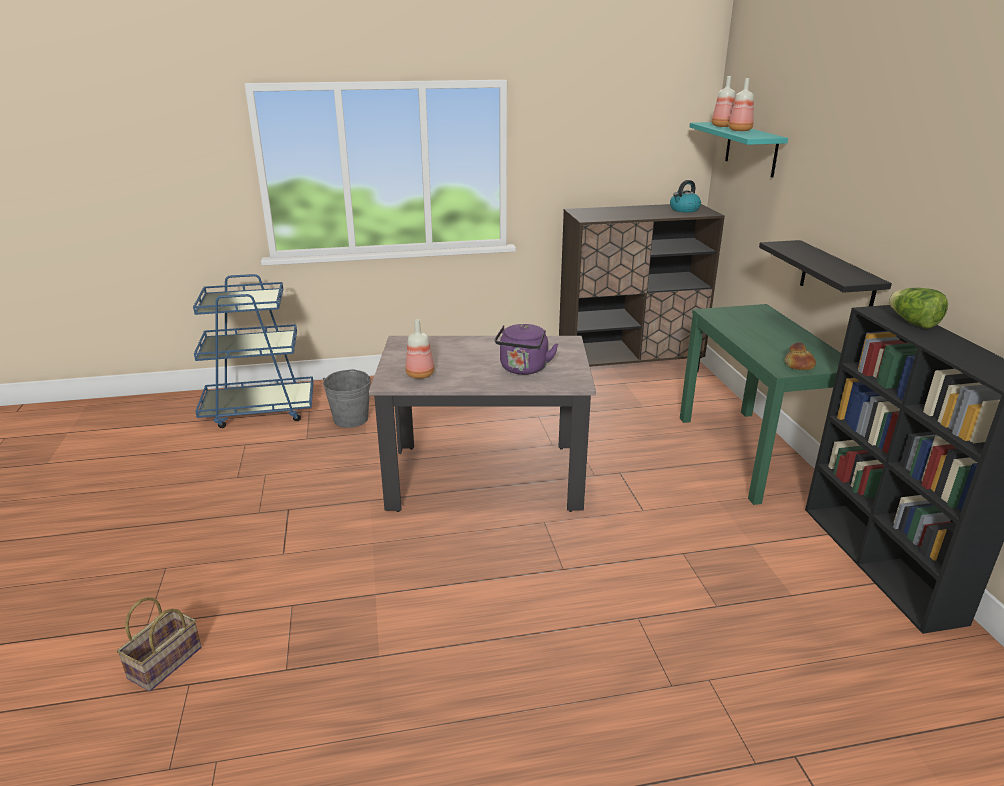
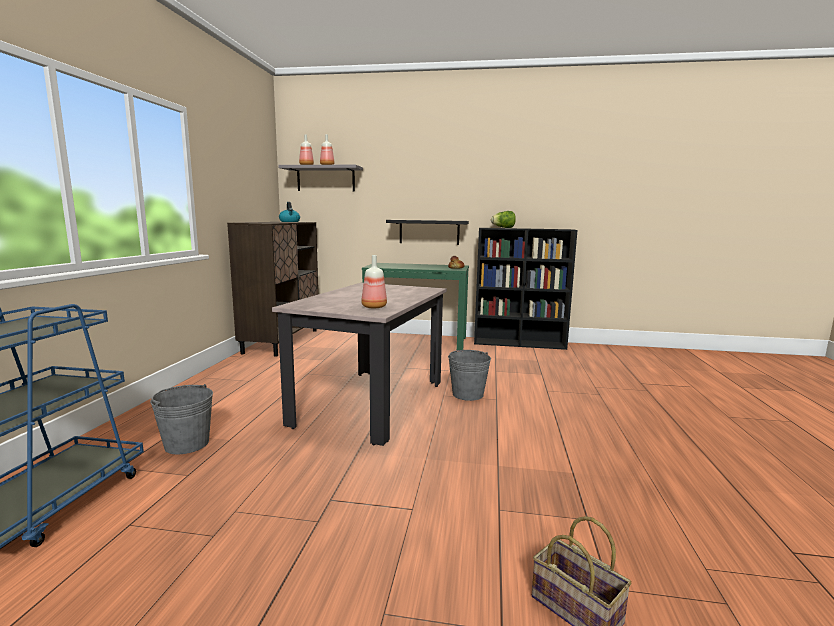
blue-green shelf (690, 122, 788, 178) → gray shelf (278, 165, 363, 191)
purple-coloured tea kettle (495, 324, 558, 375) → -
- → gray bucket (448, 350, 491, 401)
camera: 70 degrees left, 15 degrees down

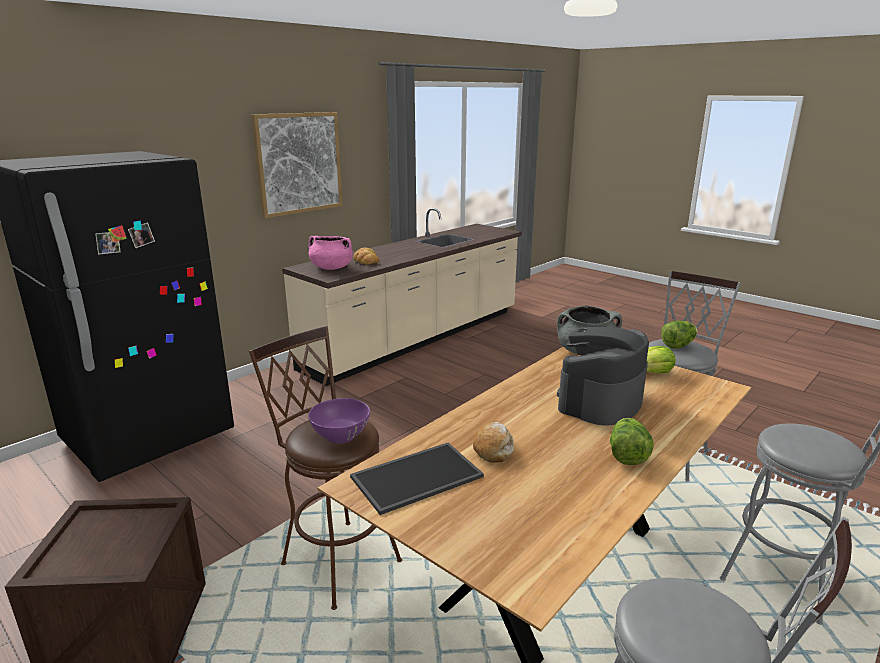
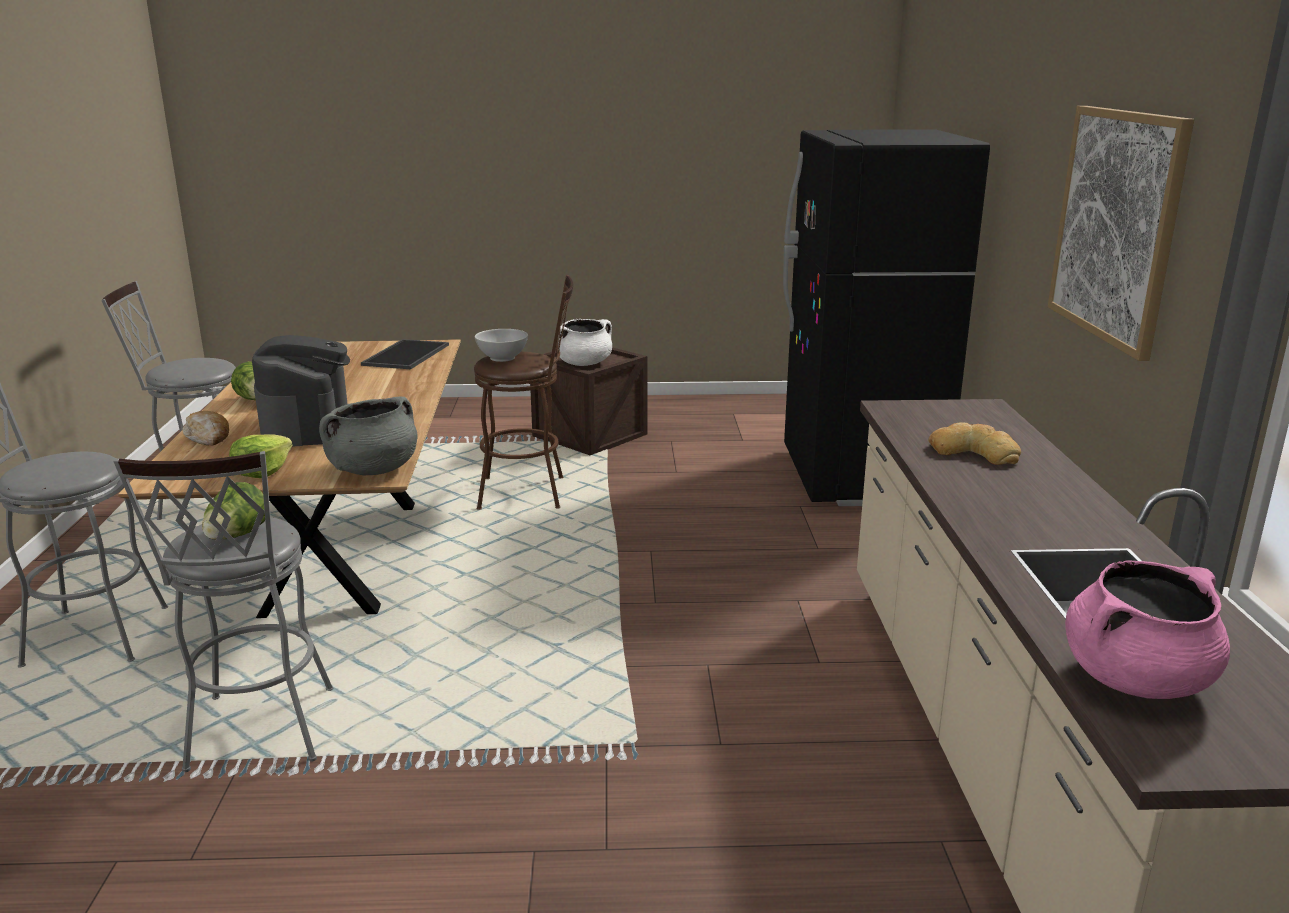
pinkish cooking pot (309, 236, 353, 270) → pinkish cooking pot (1065, 561, 1230, 699), move
purple-coloured serving bowl (308, 398, 370, 444) → white-coloured serving bowl (475, 329, 528, 362)
bakery bread (473, 422, 514, 462) → bakery bread (182, 411, 229, 445), move
- → white-coloured cooking pot (558, 319, 612, 366)
camera: 135 degrees right, 0 degrees up

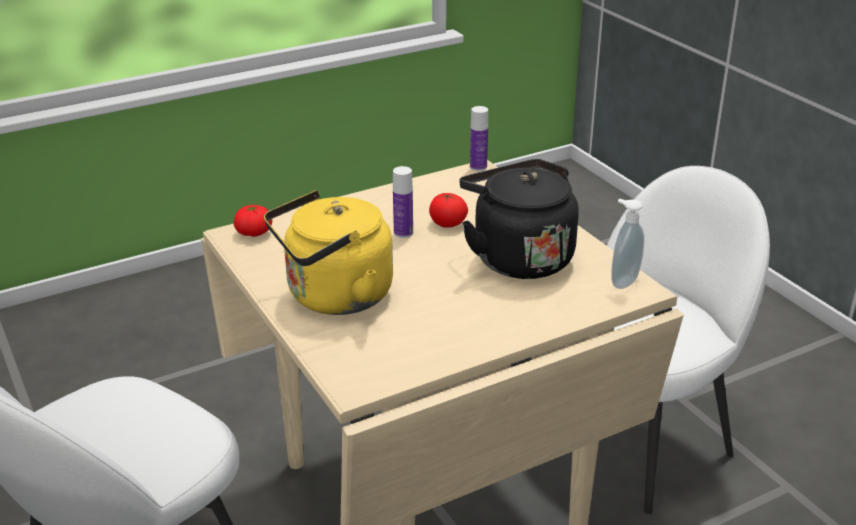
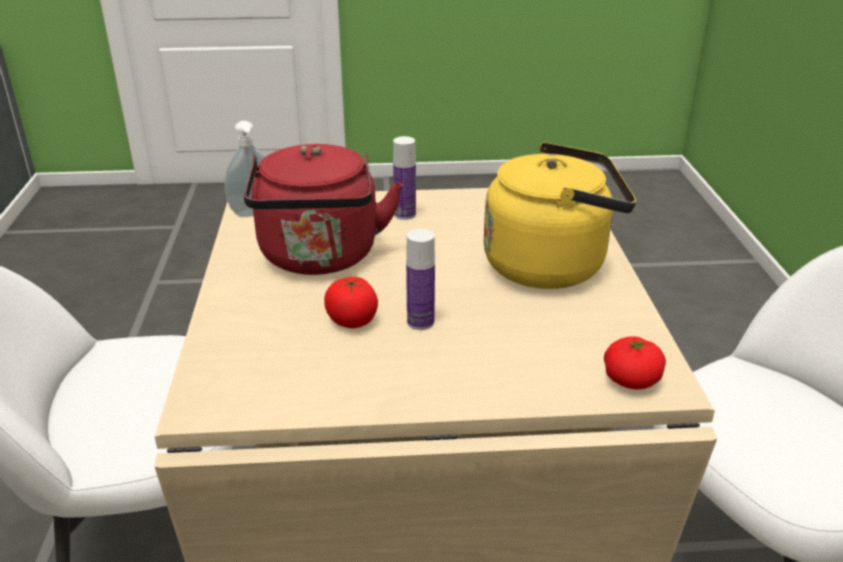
beverage bottle (470, 106, 488, 171) → beverage bottle (393, 136, 416, 220), move
black tea kettle (459, 159, 579, 279) → red tea kettle (244, 144, 403, 275)
camera: 155 degrees left, 0 degrees up

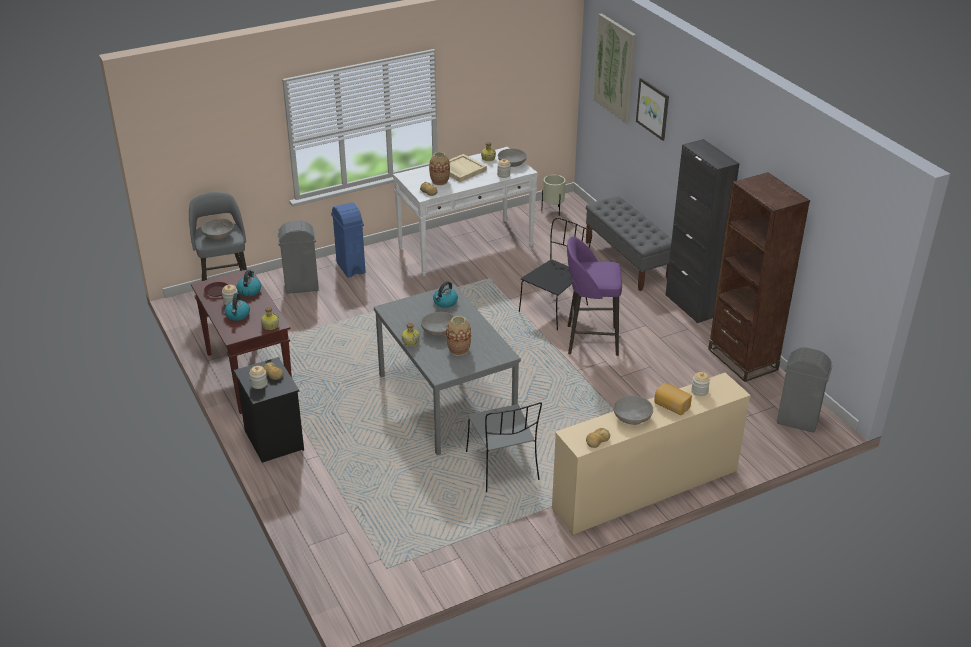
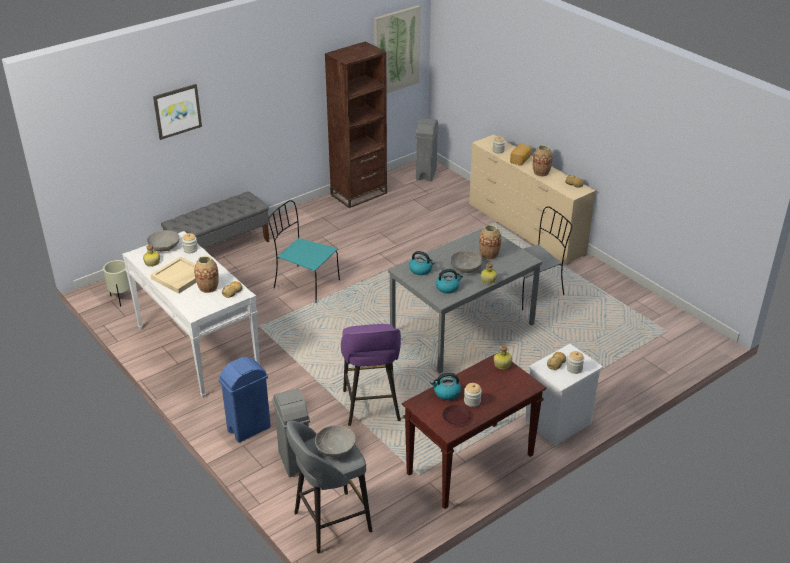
wall picture (593, 13, 636, 123) → wall picture (374, 5, 420, 94), move
black cupboard (665, 139, 739, 323) → -
black plain chair (519, 218, 592, 330) → blue-green plain chair (268, 200, 340, 303)
purple-coloured sitting stool (567, 236, 622, 356) → purple-coloured sitting stool (341, 324, 401, 426), move
tea kettle (224, 293, 250, 321) → tea kettle (436, 269, 463, 294), move
black nightstand (234, 357, 304, 463) → white-coloured nightstand (525, 344, 603, 446)
gray serving bowl (613, 396, 653, 425) → vase (532, 145, 553, 177)
camera: 100 degrees left, 0 degrees up

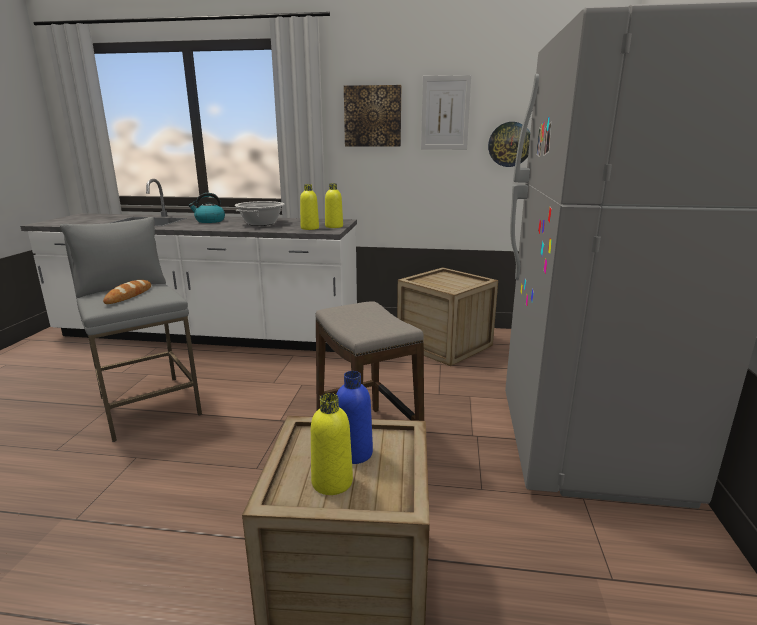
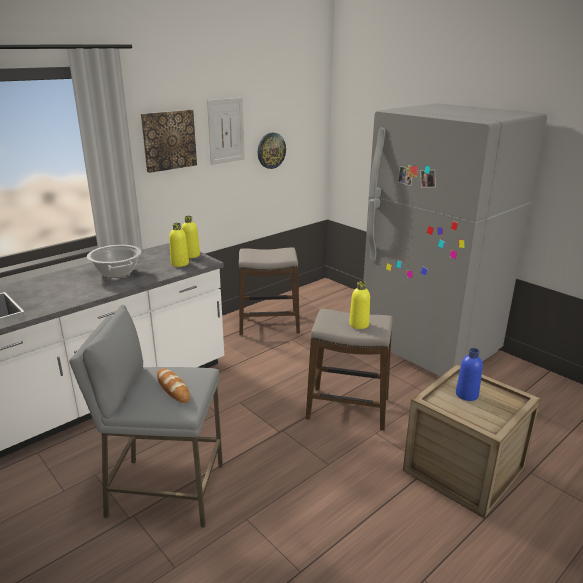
tea kettle (188, 193, 225, 223) → -
shipping crate (397, 267, 498, 366) → sitting stool (239, 247, 300, 335)
yellow beverage bottle (311, 393, 353, 495) → yellow beverage bottle (349, 281, 370, 329), move
camera: 50 degrees left, 5 degrees up

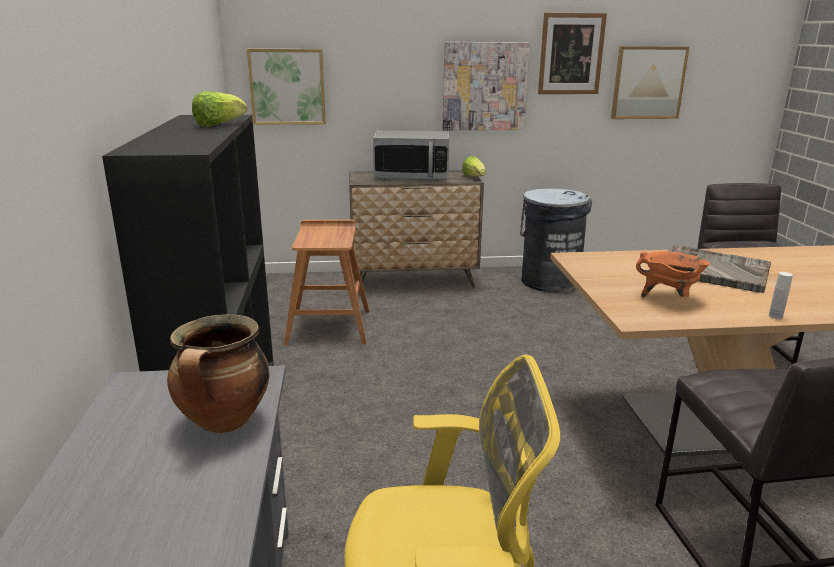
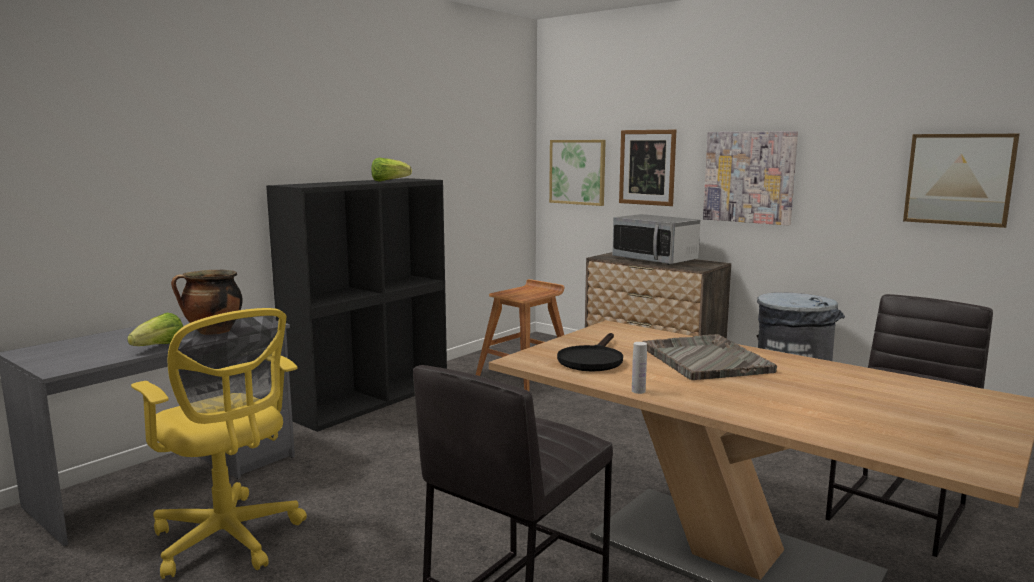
wall picture (538, 13, 607, 94) → wall picture (619, 130, 676, 206), move
lettuce head (462, 156, 486, 177) → lettuce head (127, 313, 183, 346), move
orangey cooking pot (636, 251, 710, 297) → black frying pan (557, 333, 623, 371)
camera: 45 degrees right, 10 degrees down

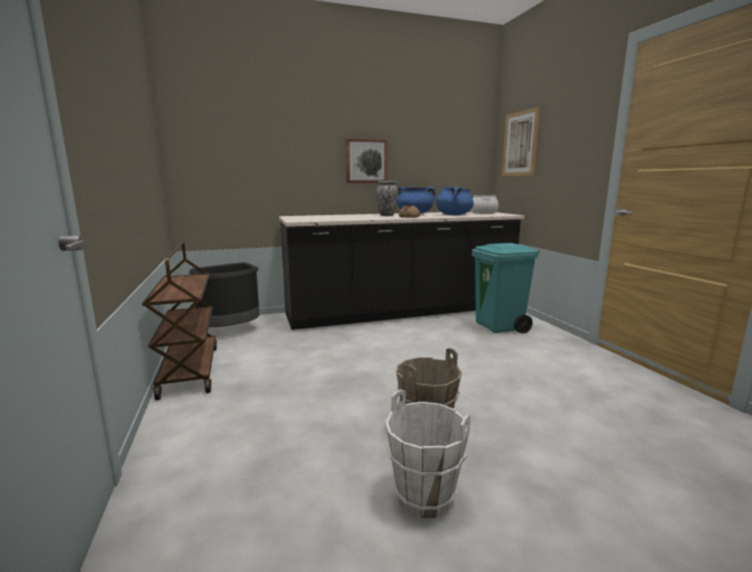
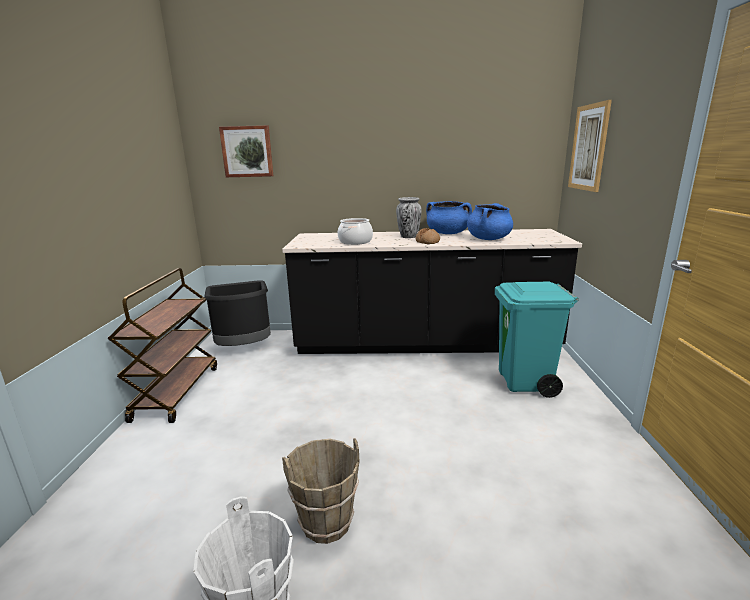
wall picture (345, 138, 388, 183) → wall picture (219, 125, 273, 177), move
cooking pot (471, 195, 498, 214) → cooking pot (338, 218, 373, 245), move
camera: 20 degrees right, 5 degrees up

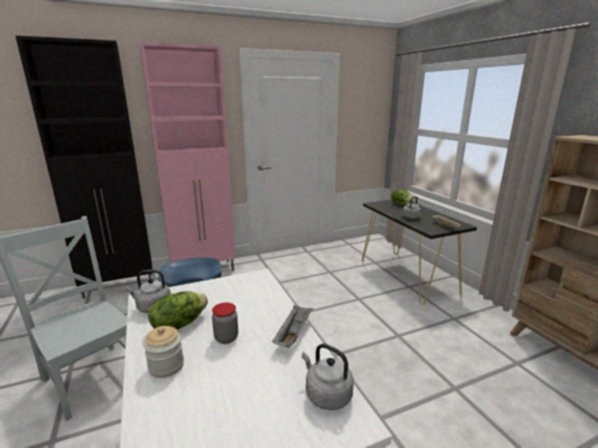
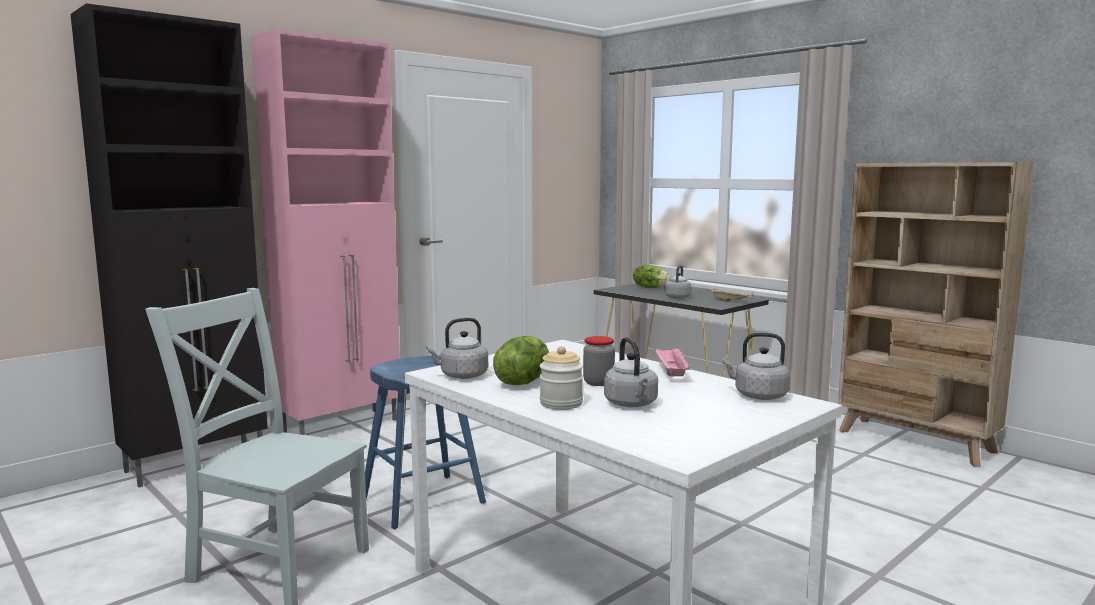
gray serving tray (272, 305, 313, 348) → pinkish serving tray (654, 347, 691, 377)
- → gray tea kettle (604, 337, 658, 407)
camera: 20 degrees left, 10 degrees down

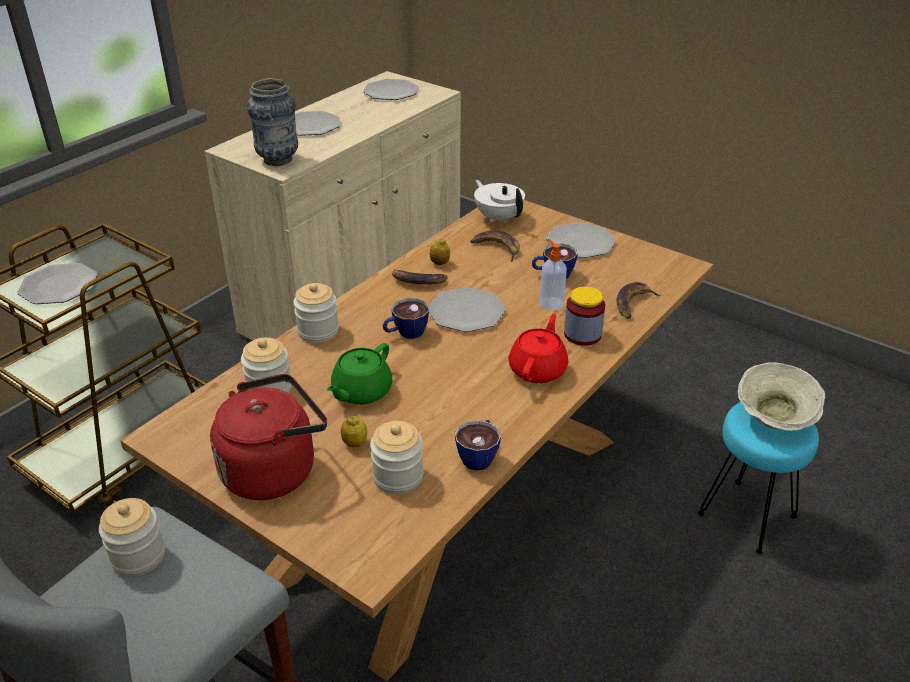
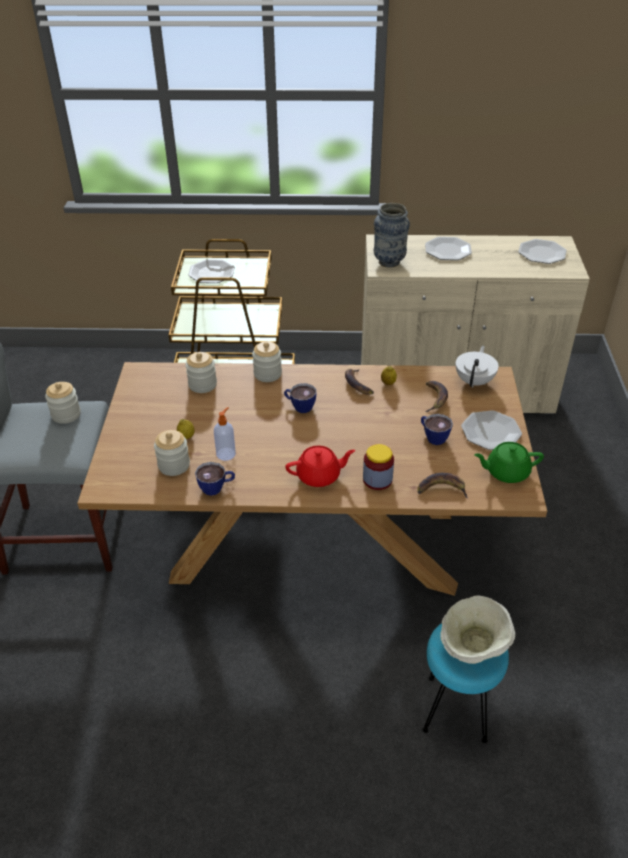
soap bottle (540, 239, 567, 310) → soap bottle (214, 407, 236, 461), move
flat dish (429, 287, 506, 332) → -
green-coloured tea pot (327, 343, 393, 405) → green-coloured tea pot (474, 442, 544, 483), move
red tea kettle (210, 374, 327, 500) → -
camera: 55 degrees right, 5 degrees up

